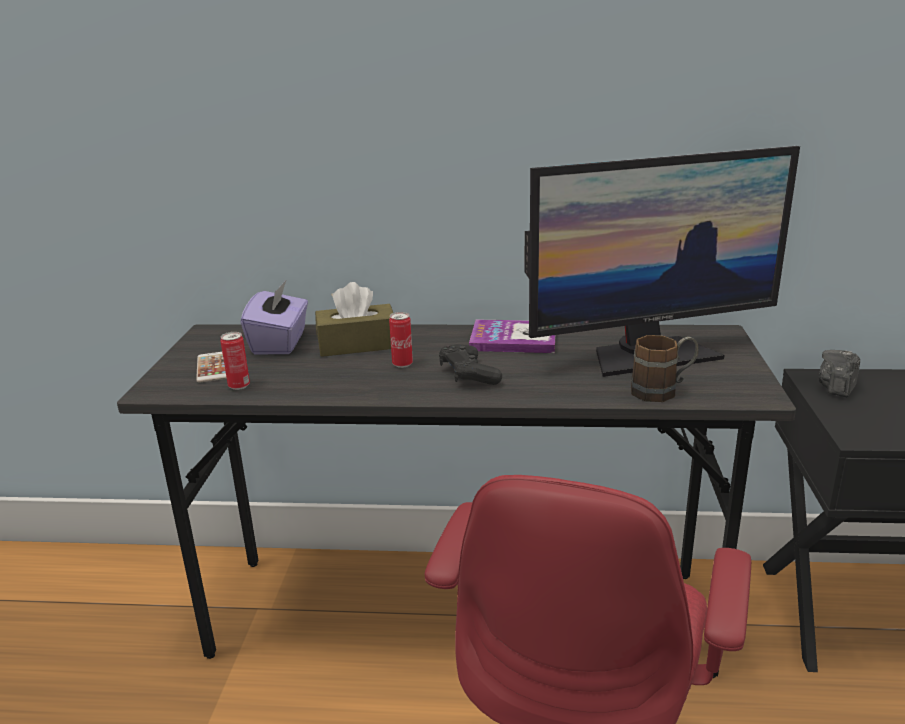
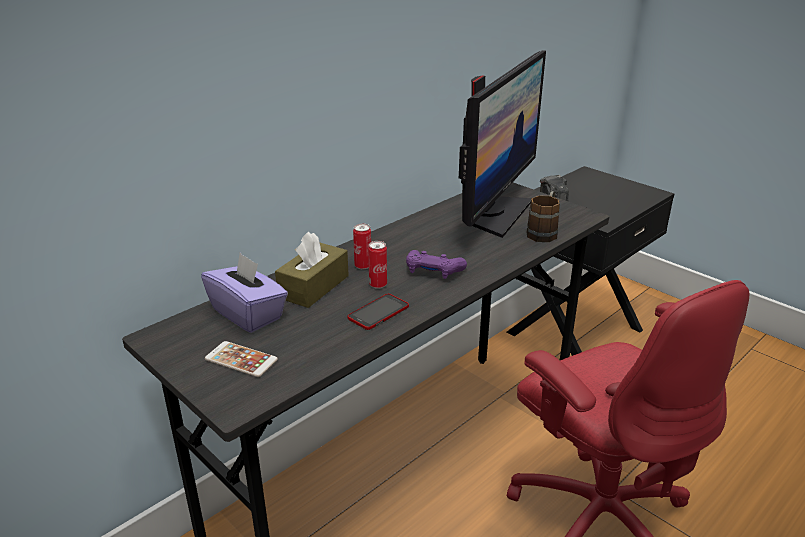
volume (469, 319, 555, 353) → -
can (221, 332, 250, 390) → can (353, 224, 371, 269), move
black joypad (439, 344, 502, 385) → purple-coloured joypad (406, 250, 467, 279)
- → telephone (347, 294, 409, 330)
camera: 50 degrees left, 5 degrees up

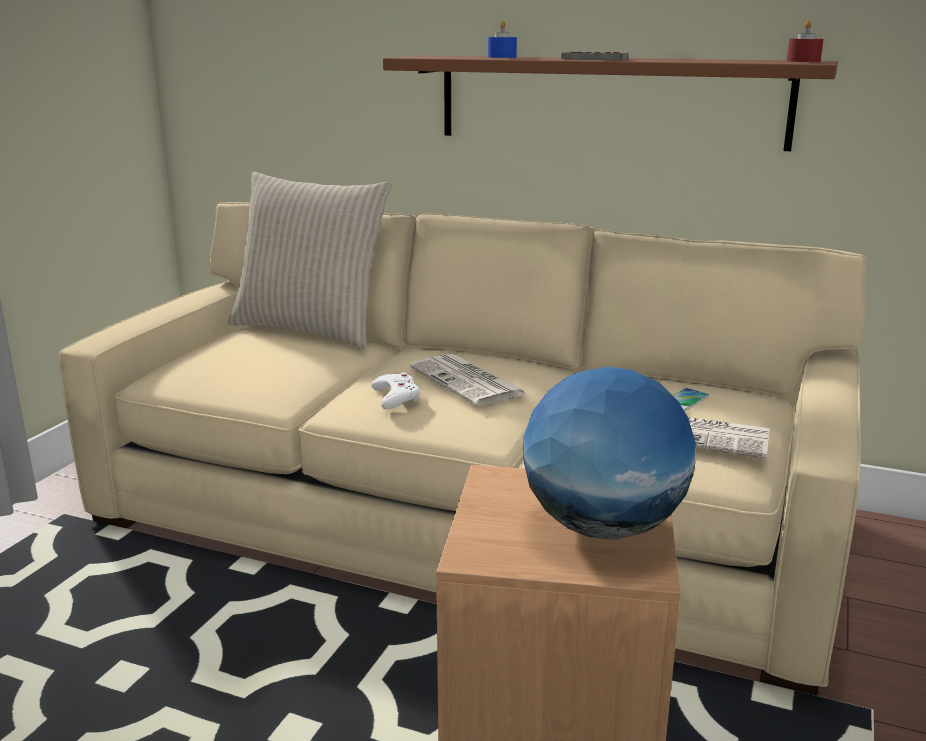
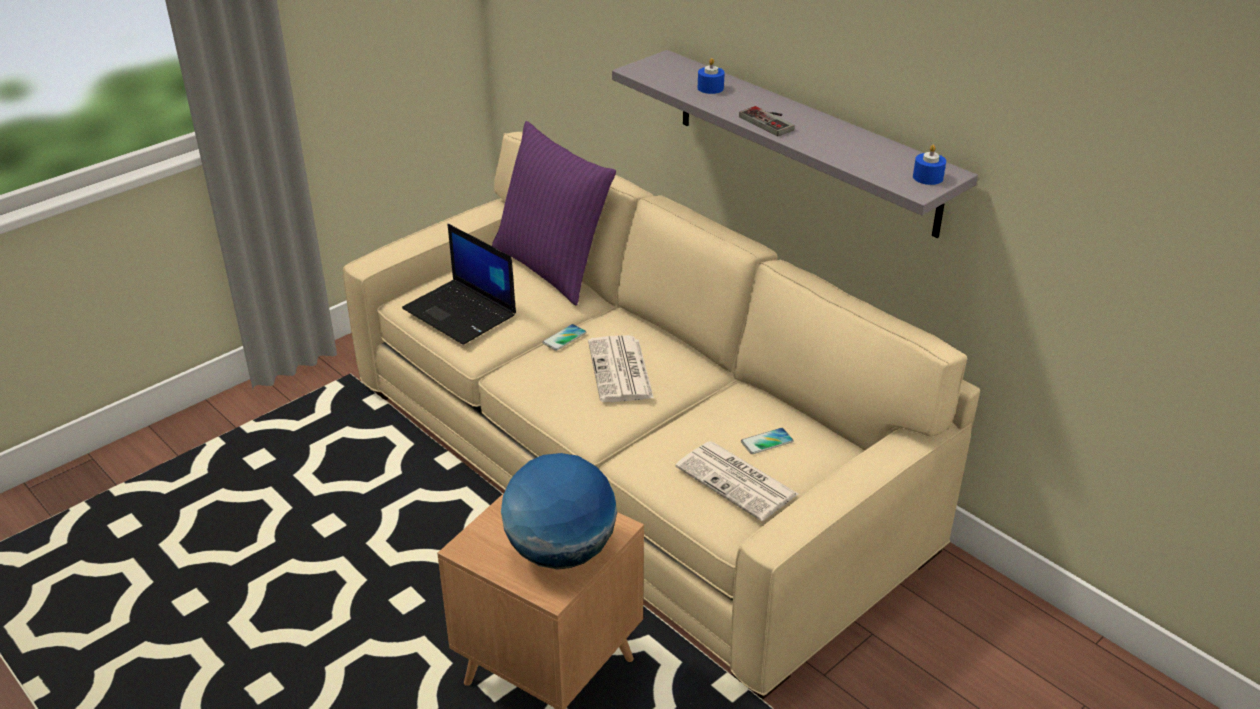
red candle (787, 20, 824, 62) → blue candle (913, 145, 946, 185)
brownish shelf (383, 55, 838, 151) → gray shelf (612, 50, 978, 238)
beige-coloured pillow (228, 172, 392, 348) → purple-coloured pillow (492, 121, 616, 305)
white-coloured joypad (371, 372, 420, 409) → -
- → notebook computer (402, 224, 516, 345)
- → telephone (542, 324, 586, 351)
camera: 25 degrees right, 15 degrees up

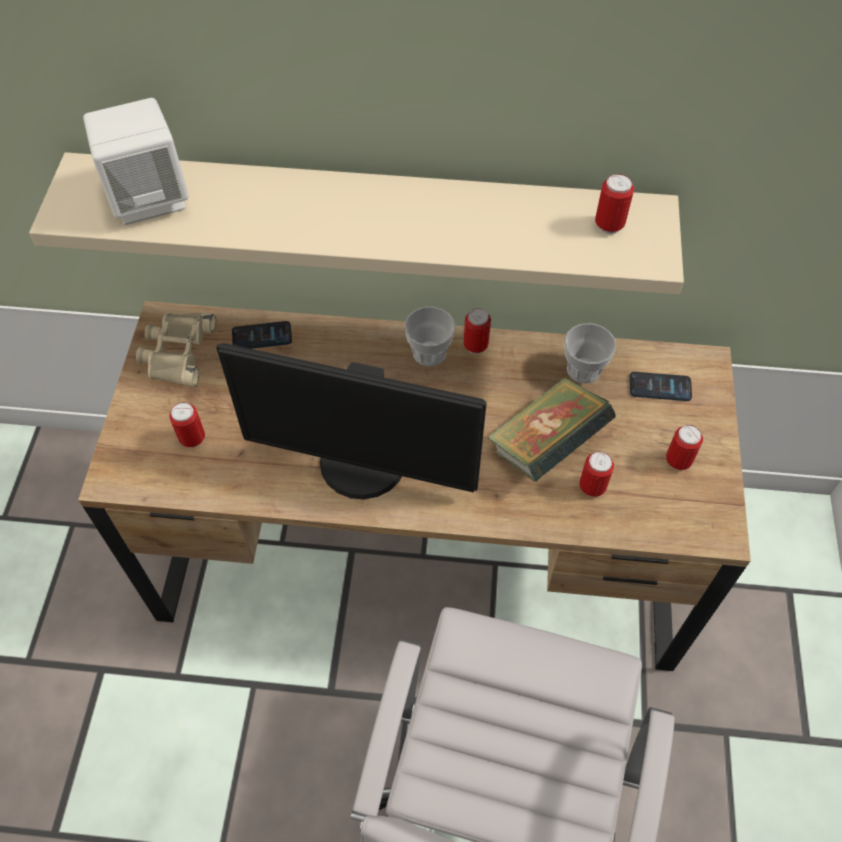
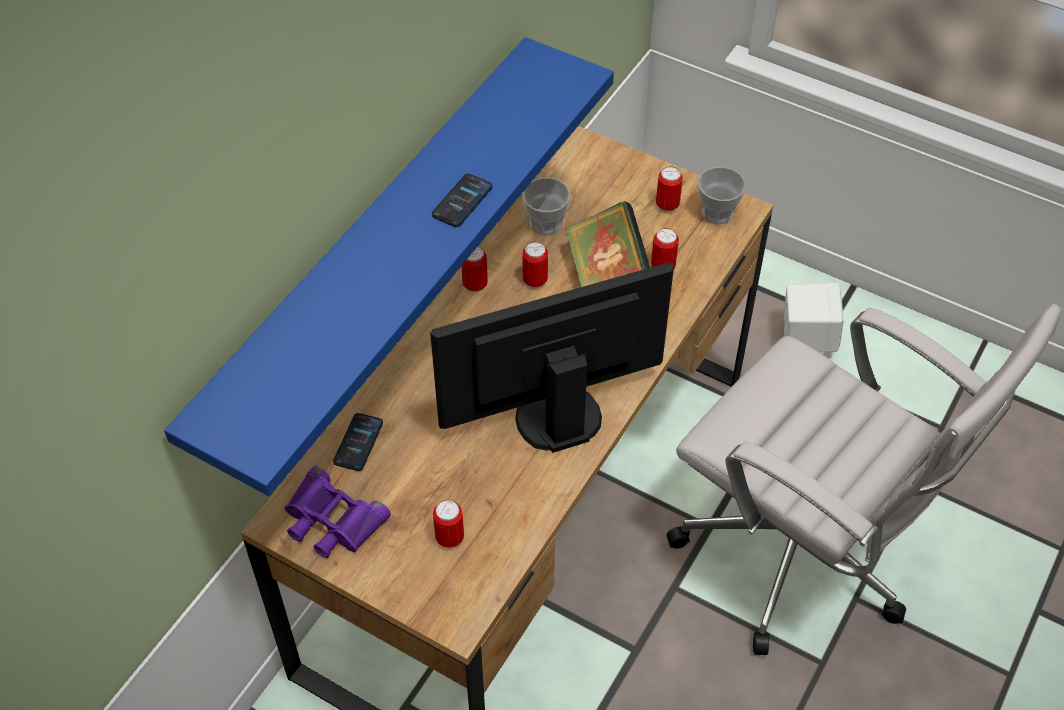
white-coloured audio speaker (83, 98, 189, 225) → white-coloured audio speaker (784, 283, 844, 357), move
beige-coloured shelf (29, 152, 684, 295) → blue shelf (164, 37, 614, 496)
can (595, 174, 634, 234) → can (522, 242, 548, 288), move
drinking cup (405, 307, 455, 366) → drinking cup (698, 167, 746, 225), move
beige-coloured pair of binoculars (136, 312, 216, 387) → purple-coloured pair of binoculars (284, 466, 391, 558)
computer display (216, 343, 487, 499) → computer display (430, 263, 674, 453), 150 degrees counterclockwise
telephone (630, 372, 692, 401) → telephone (432, 174, 492, 227), move
camera: 65 degrees left, 5 degrees down

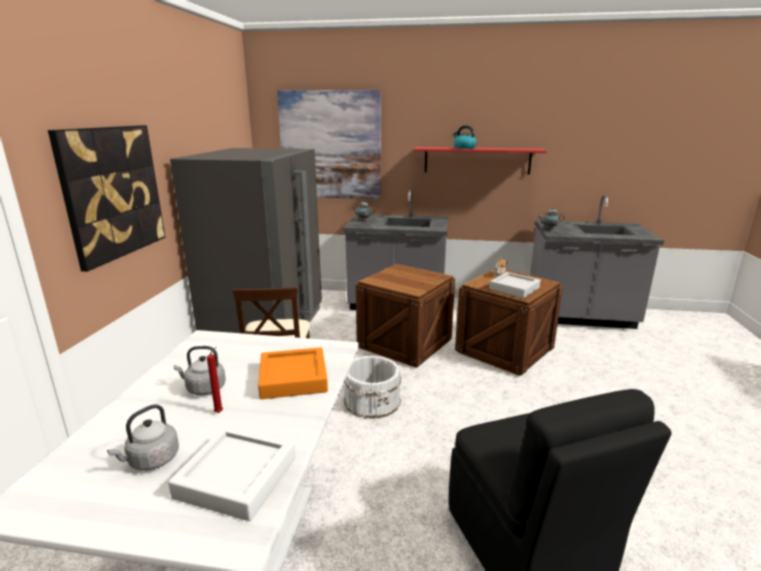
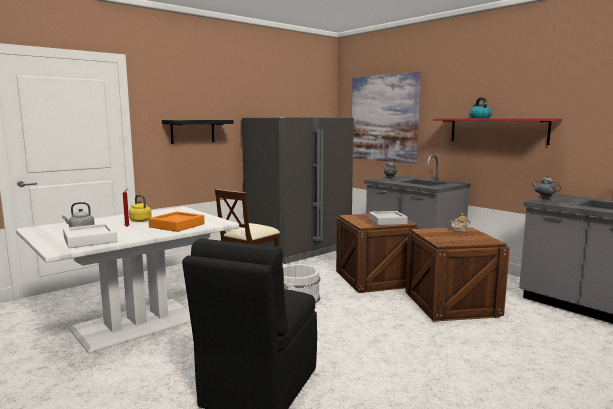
wall picture (48, 125, 165, 272) → black shelf (162, 120, 234, 144)
gray serving tray (489, 272, 540, 298) → gray serving tray (369, 211, 408, 225), move
gray tea kettle (174, 346, 226, 395) → yellow tea kettle (129, 195, 152, 222)
camera: 40 degrees right, 10 degrees down

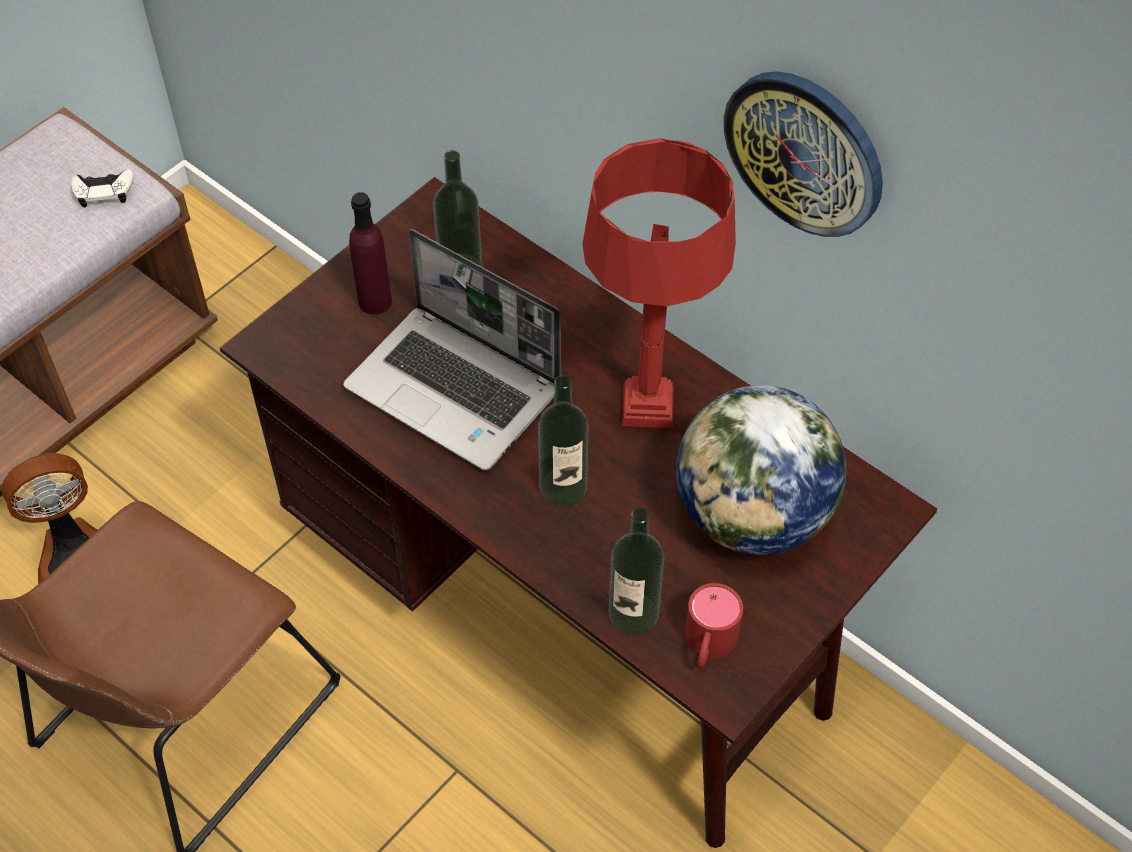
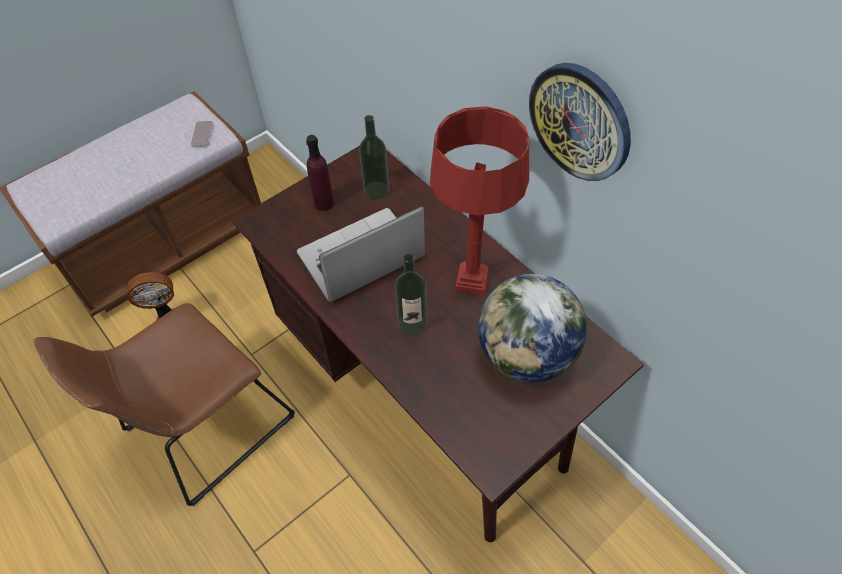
white-coloured joypad (71, 169, 134, 207) → telephone (190, 121, 213, 147)
notebook computer (343, 229, 561, 471) → notebook computer (297, 207, 425, 302), 105 degrees clockwise
beverage bottle (608, 507, 664, 635) → -
red coffee mug (685, 583, 743, 668) → -
camera: 10 degrees right, 0 degrees up

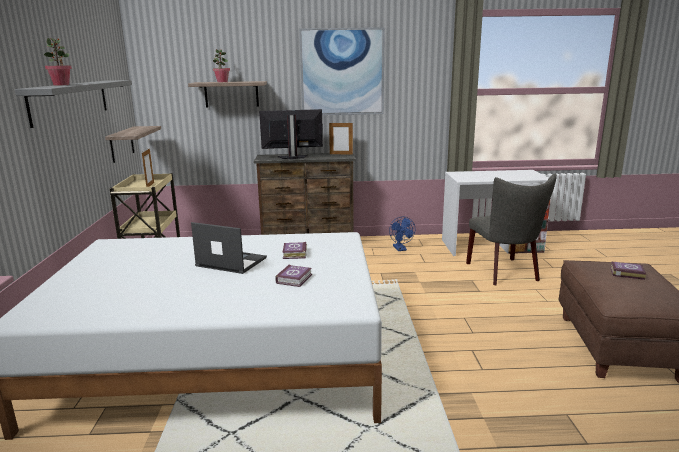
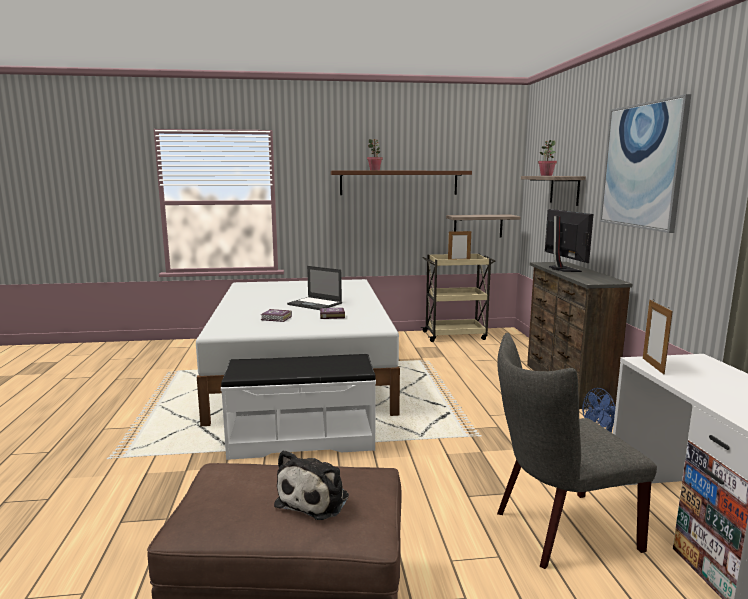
gray shelf (15, 80, 132, 128) → brownish shelf (331, 171, 472, 195)
standing frame (329, 122, 353, 154) → standing frame (643, 300, 673, 375), move
notebook computer (191, 222, 267, 274) → notebook computer (287, 266, 342, 310), 105 degrees clockwise
volume (610, 262, 646, 280) → plush toy (274, 450, 349, 520)
- → white-coloured long seat (221, 354, 376, 460)
camera: 85 degrees right, 5 degrees down

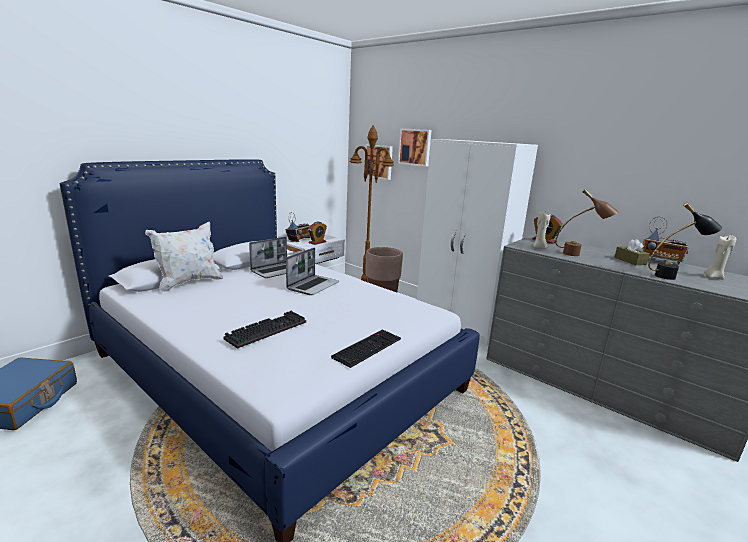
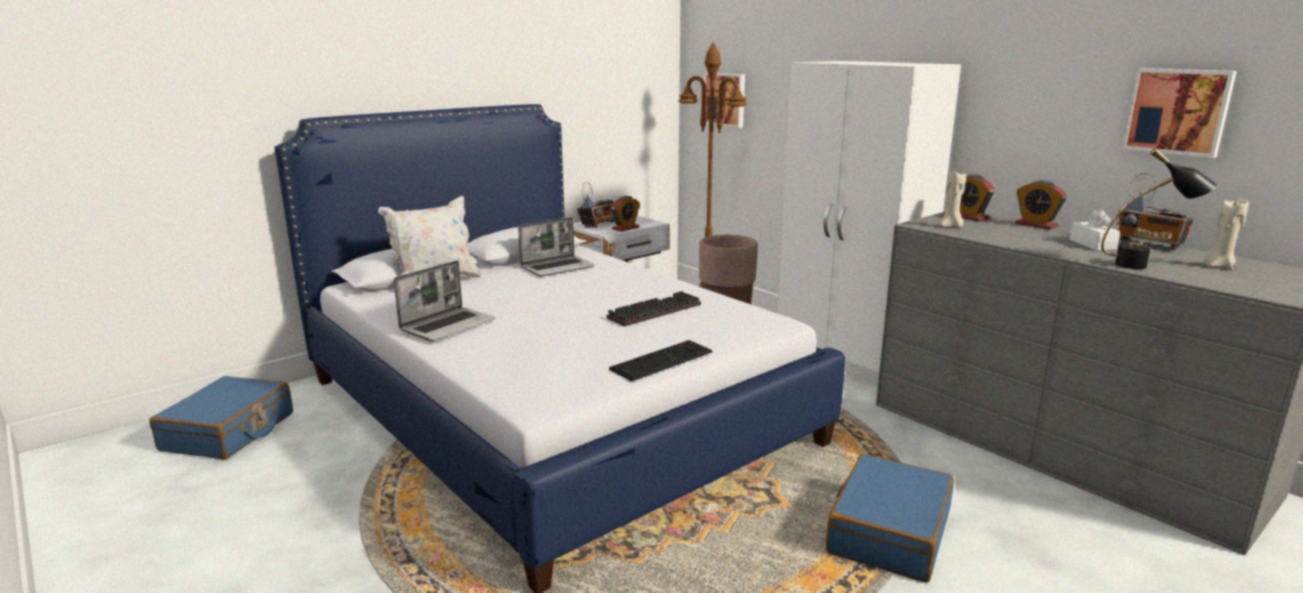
wall picture (398, 128, 432, 167) → wall picture (1122, 68, 1237, 158), move
brownish table lamp (555, 189, 619, 256) → -
brownish box of tissues (614, 239, 650, 265) → white-coloured box of tissues (1070, 209, 1120, 250)
notebook computer (286, 248, 339, 295) → notebook computer (394, 261, 495, 341), move
keyboard (224, 311, 306, 349) → keyboard (606, 291, 701, 326), move
- → table clock (1015, 180, 1067, 230)
- → blue travel case (826, 454, 954, 583)
camera: 10 degrees right, 0 degrees up

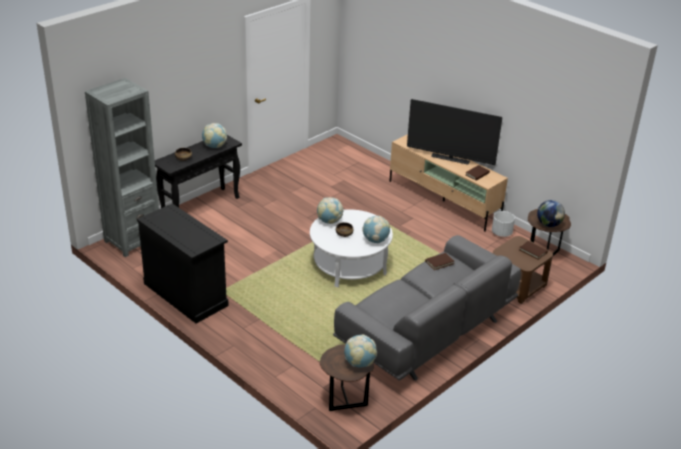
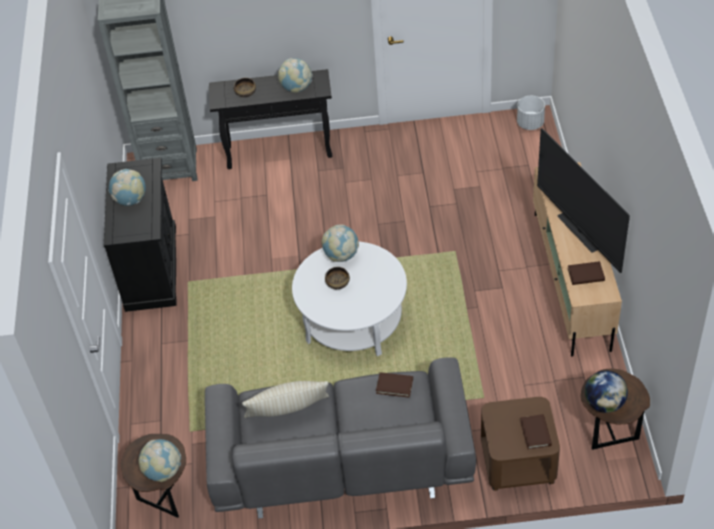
white-coloured flower pot (492, 211, 515, 237) → white-coloured flower pot (517, 96, 545, 130), move
world globe (362, 216, 390, 243) → world globe (108, 169, 146, 206), move
- → beige-coloured pillow (242, 381, 329, 418)
camera: 45 degrees right, 15 degrees up

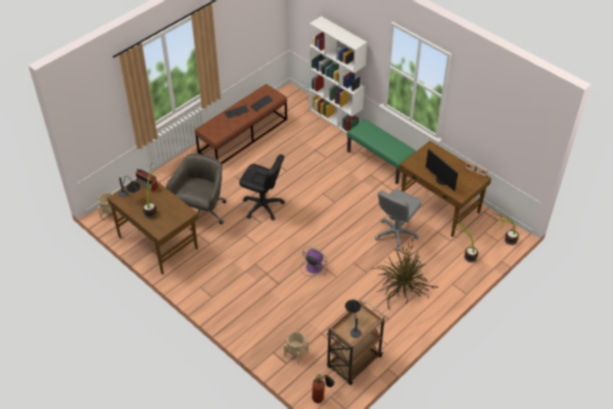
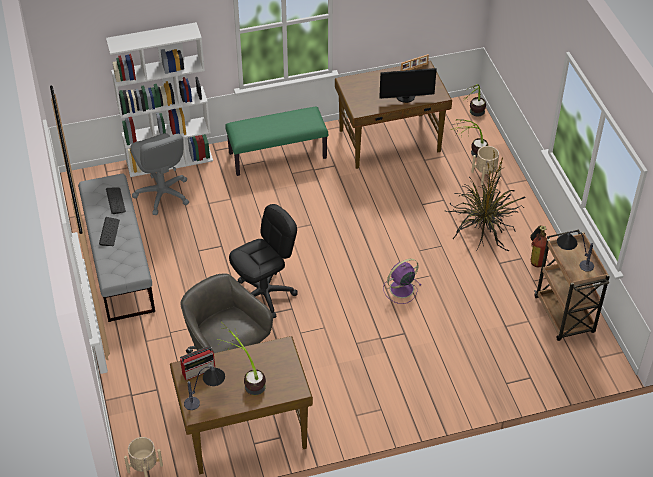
brownish long seat (195, 84, 287, 164) → gray long seat (78, 174, 155, 322)
gray desk chair (375, 189, 421, 251) → gray desk chair (130, 133, 189, 215), move
beige-coloured flower pot (284, 332, 309, 365) → beige-coloured flower pot (471, 146, 502, 185), move
extinguisher (312, 373, 335, 403) → extinguisher (530, 225, 547, 267), move
camera: 60 degrees left, 0 degrees up

